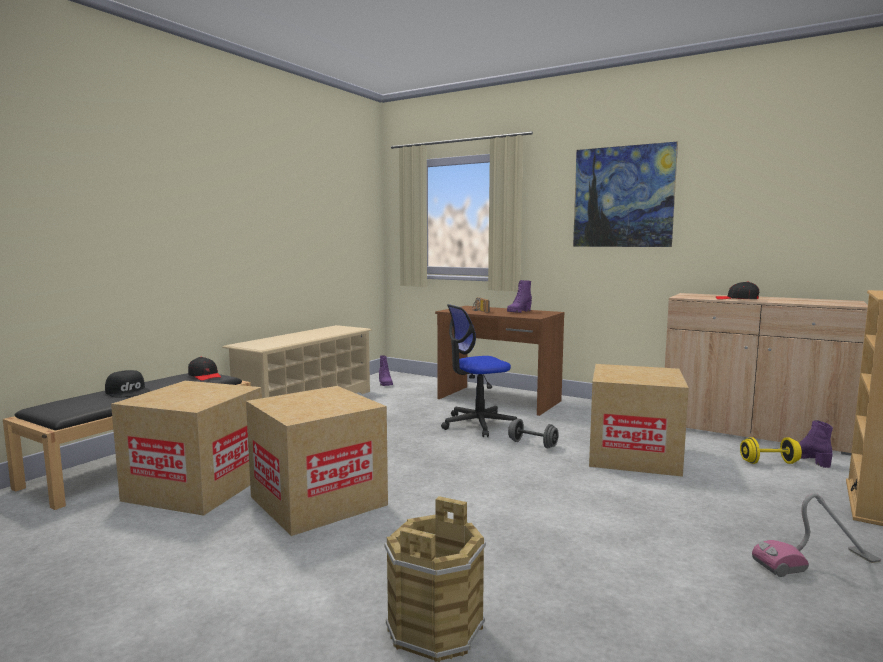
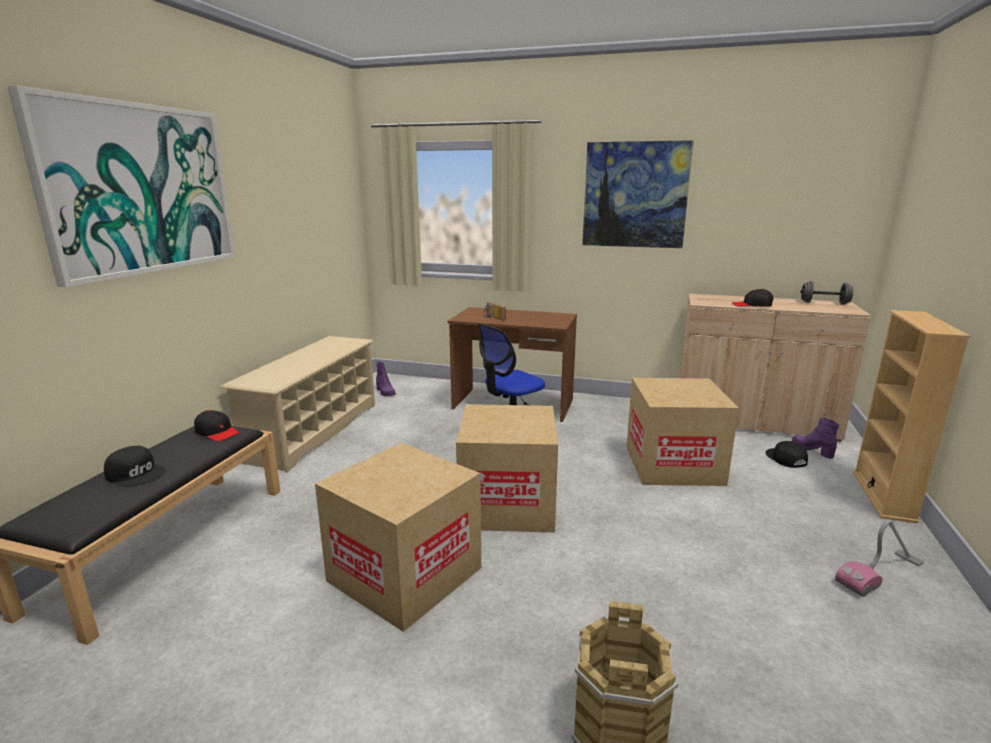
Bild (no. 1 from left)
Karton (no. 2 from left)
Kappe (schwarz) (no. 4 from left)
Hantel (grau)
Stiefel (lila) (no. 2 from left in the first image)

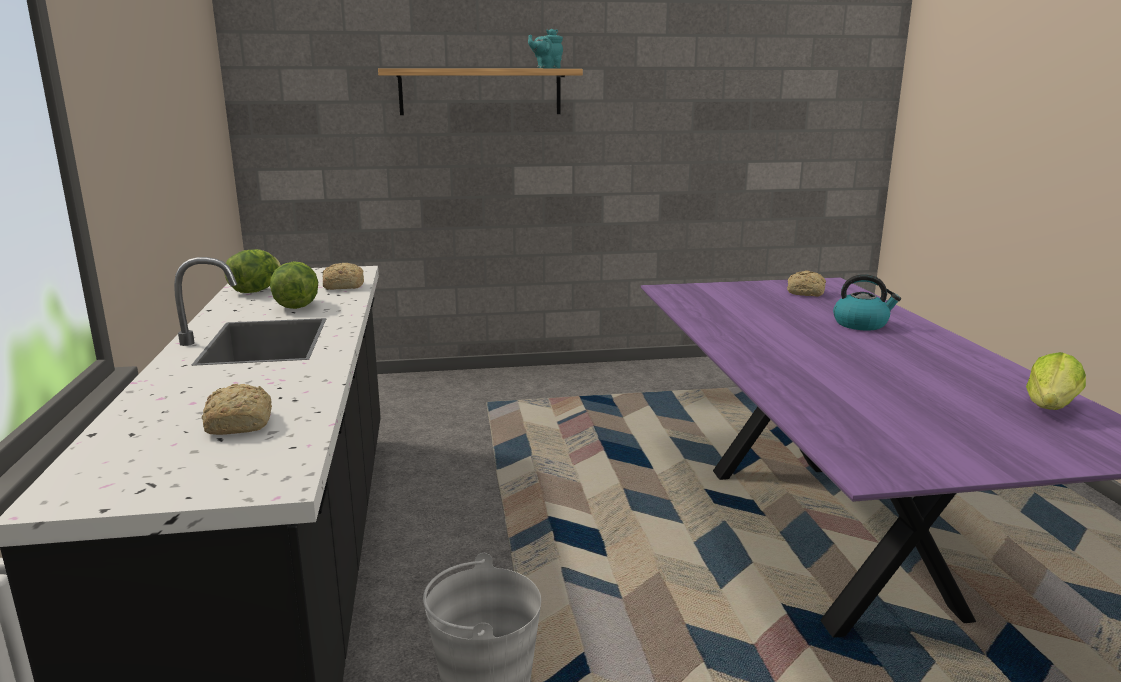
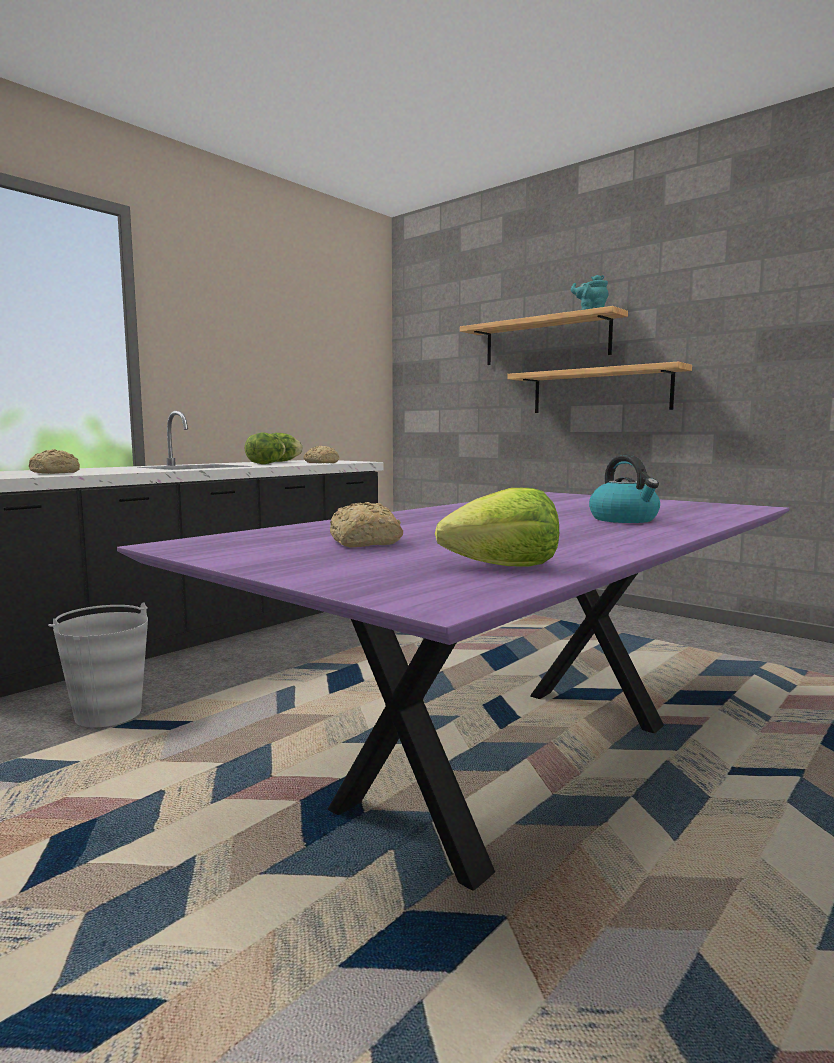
Brot (no. 3 from left)
Wandregal (no. 2 from left)

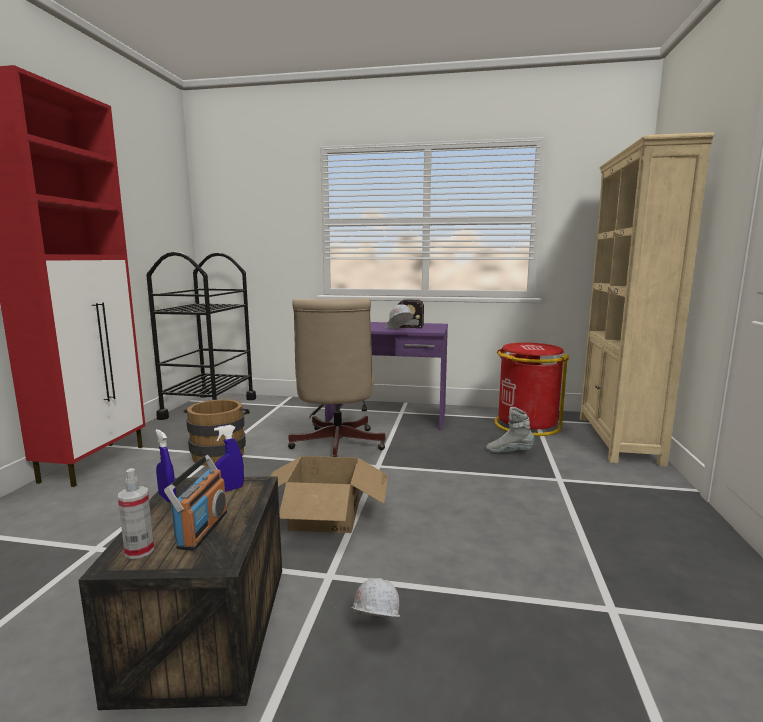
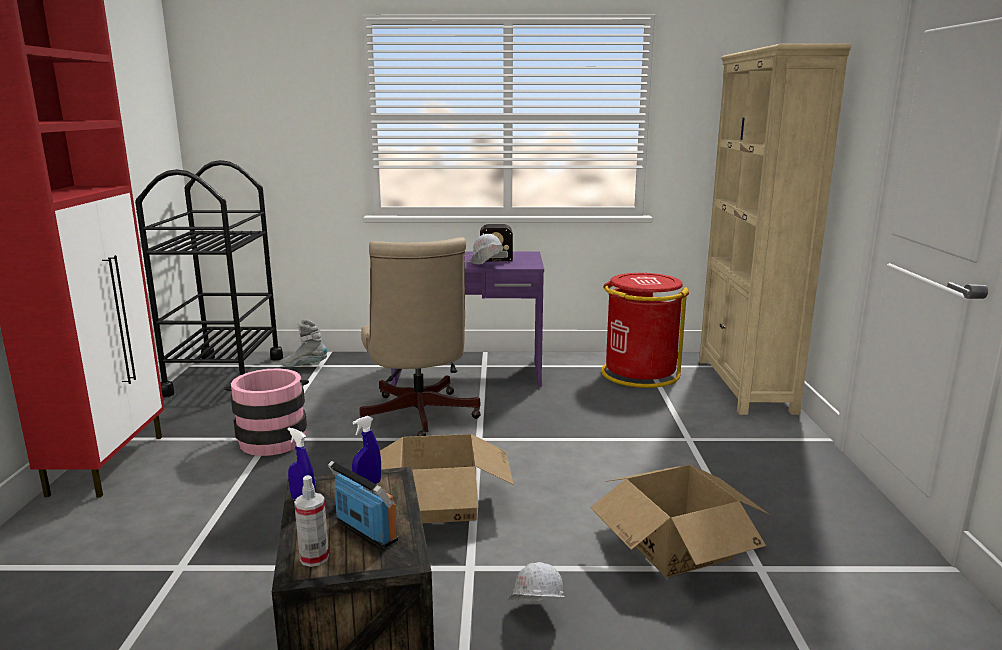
Eimer (rosa)
Stiefel (grau)
Radio (no. 1 from left)
Karton (no. 2 from left)

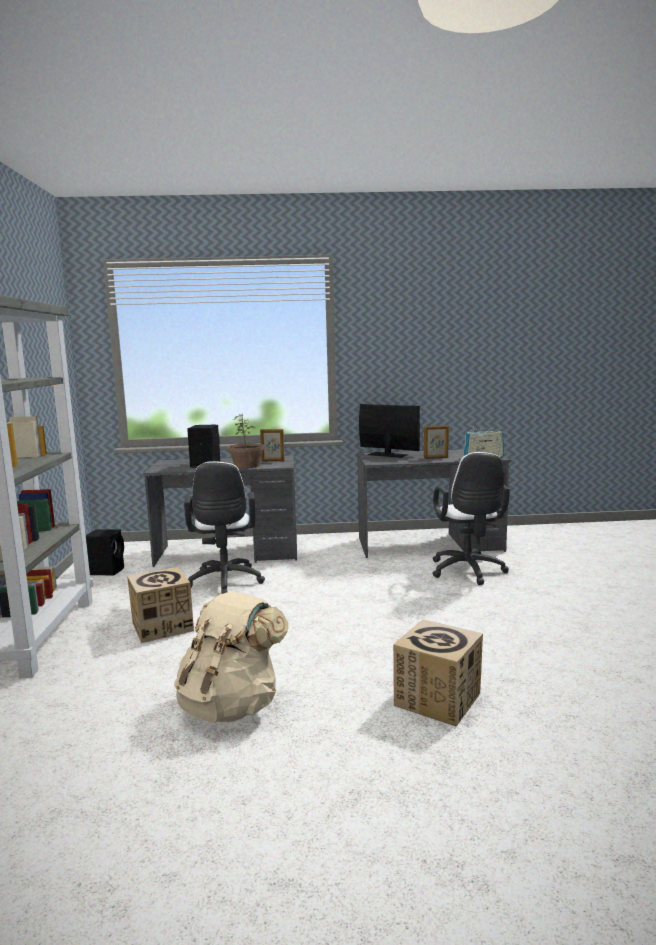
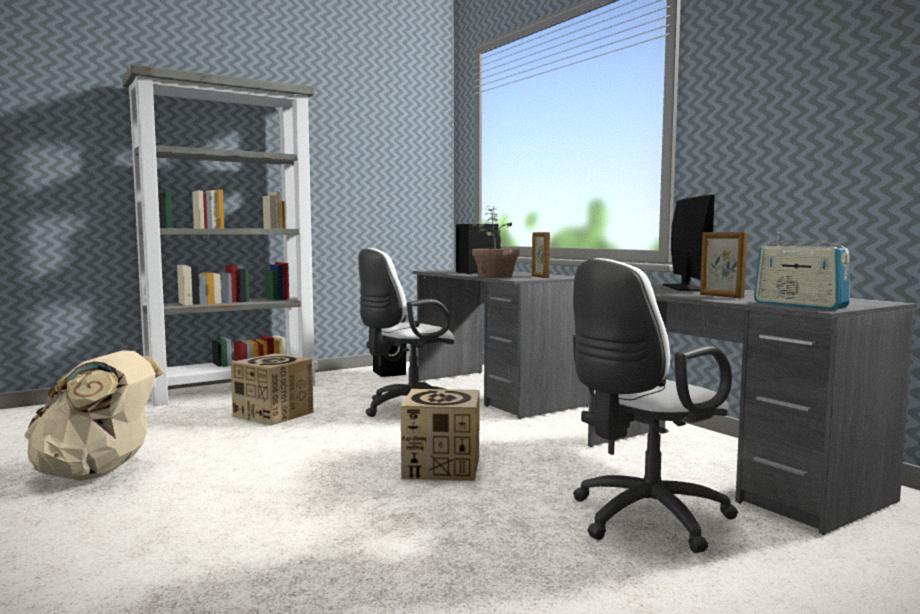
Karton (no. 2 from left)

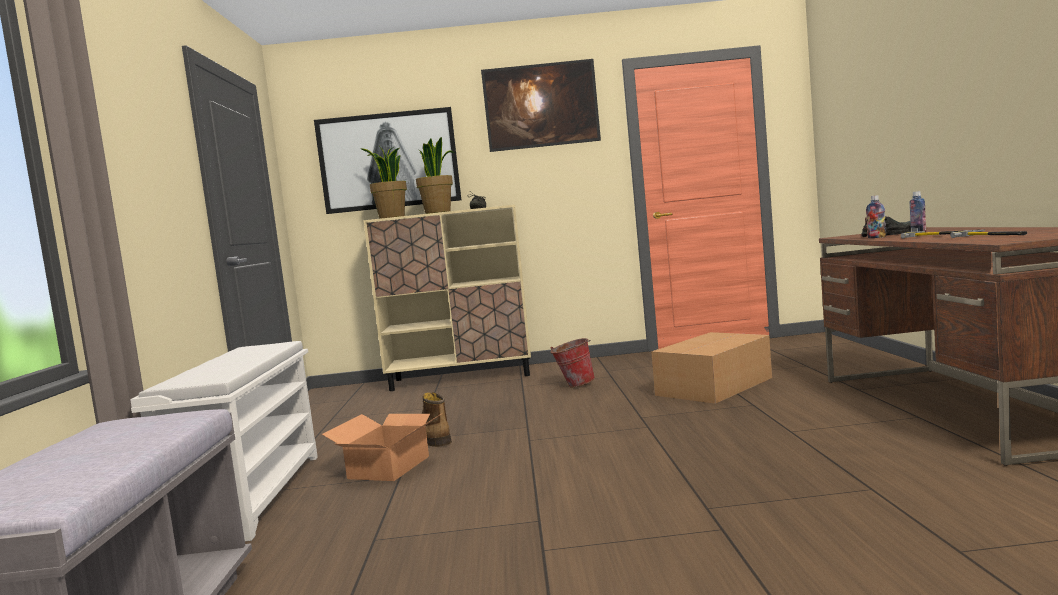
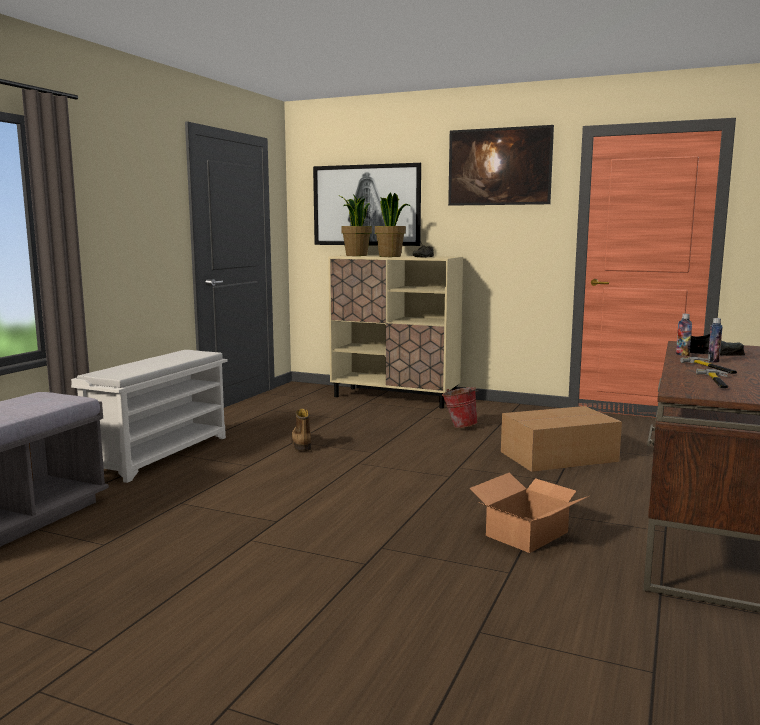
Karton (no. 1 from left)

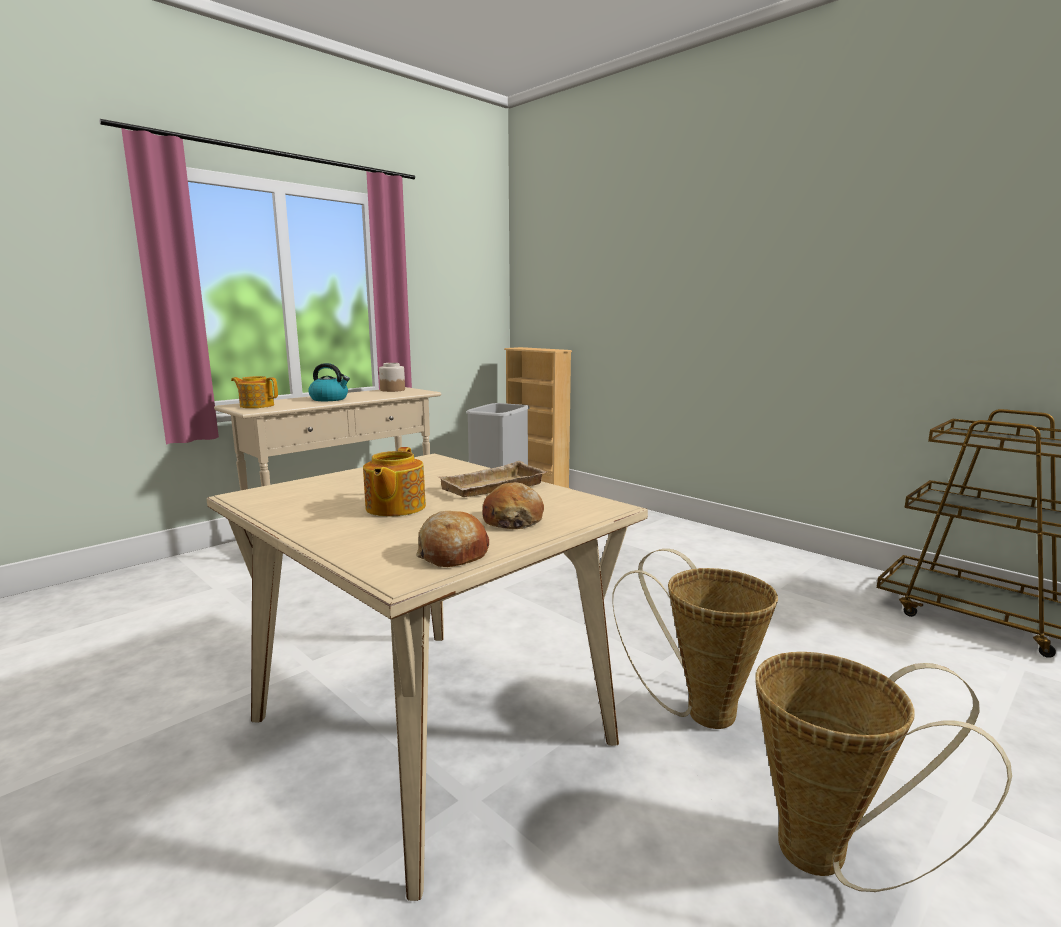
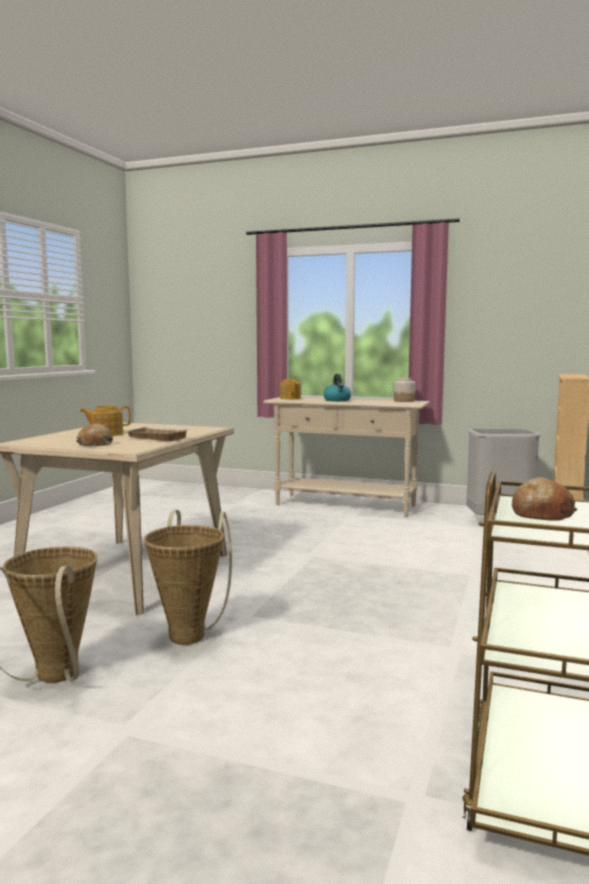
Brot (no. 2 from left)

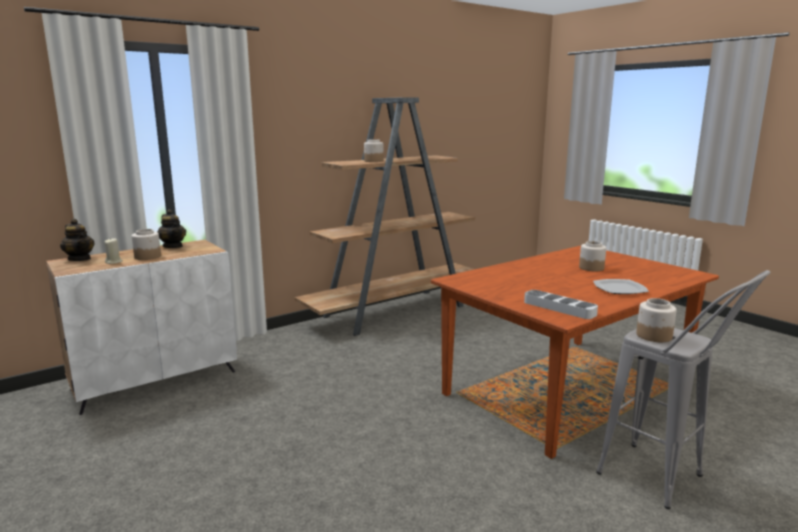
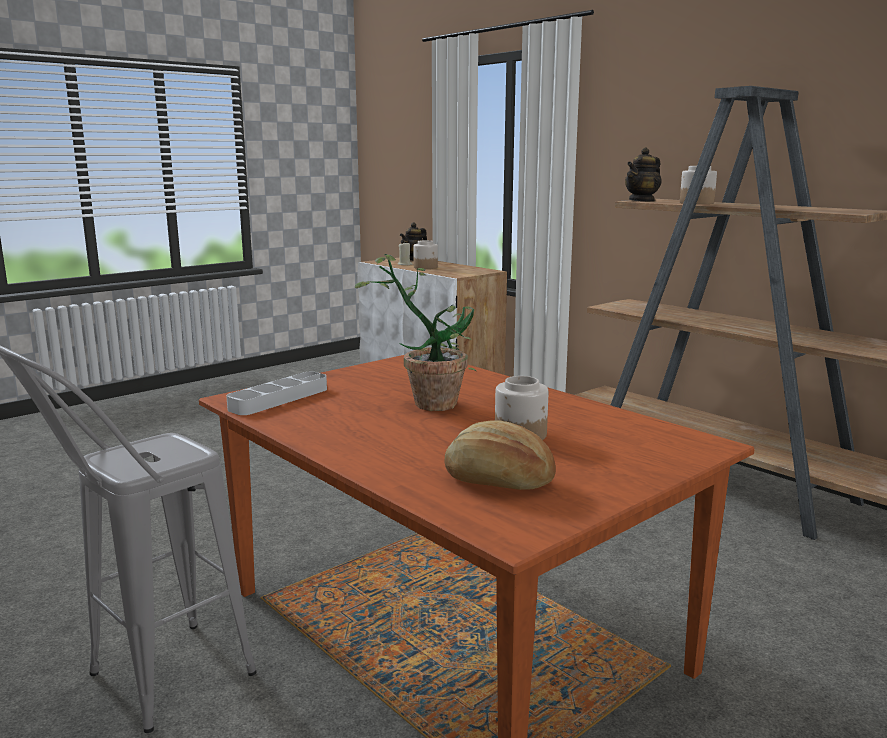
Topfpflanze
Brot
Teekanne (no. 2 from left)
Teller
Vorratsglas (no. 4 from left in the first image)

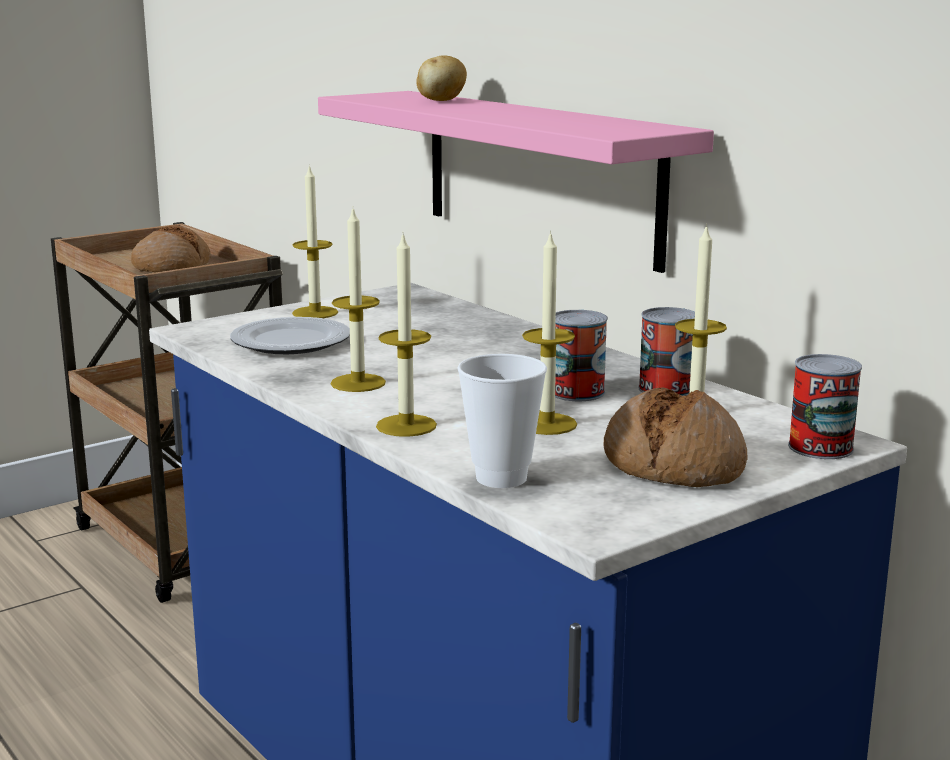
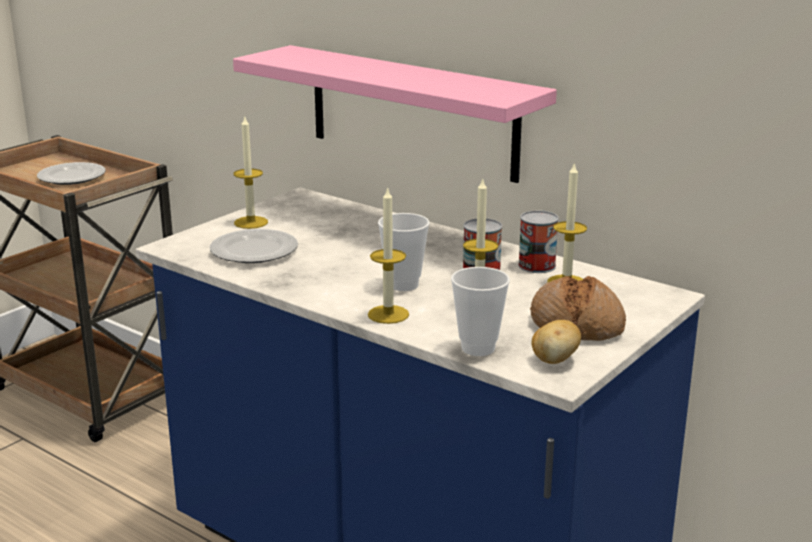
Teller (no. 1 from left)
Tasse (no. 1 from left)
Kartoffel
Kerze (no. 2 from left in the first image)
Dose (no. 3 from left in the first image)

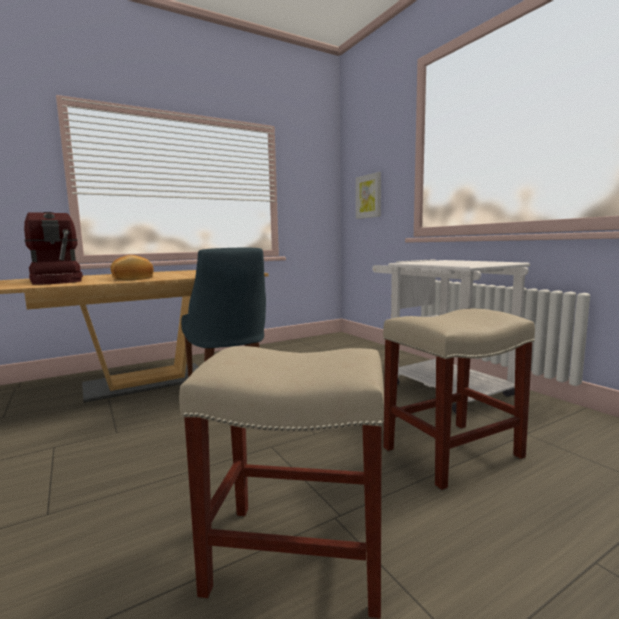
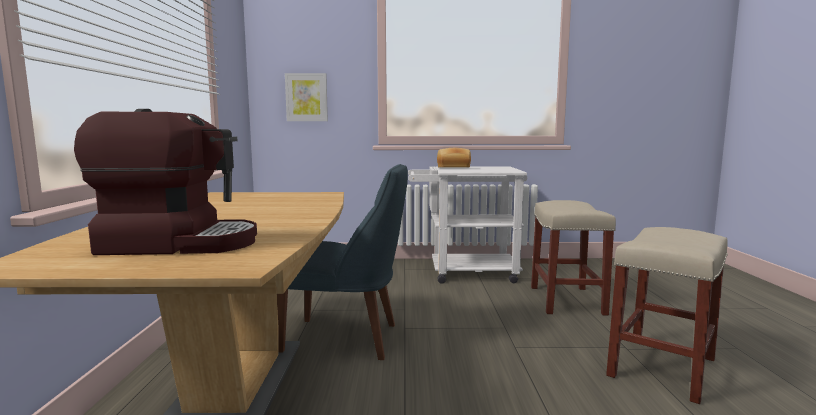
Brot

